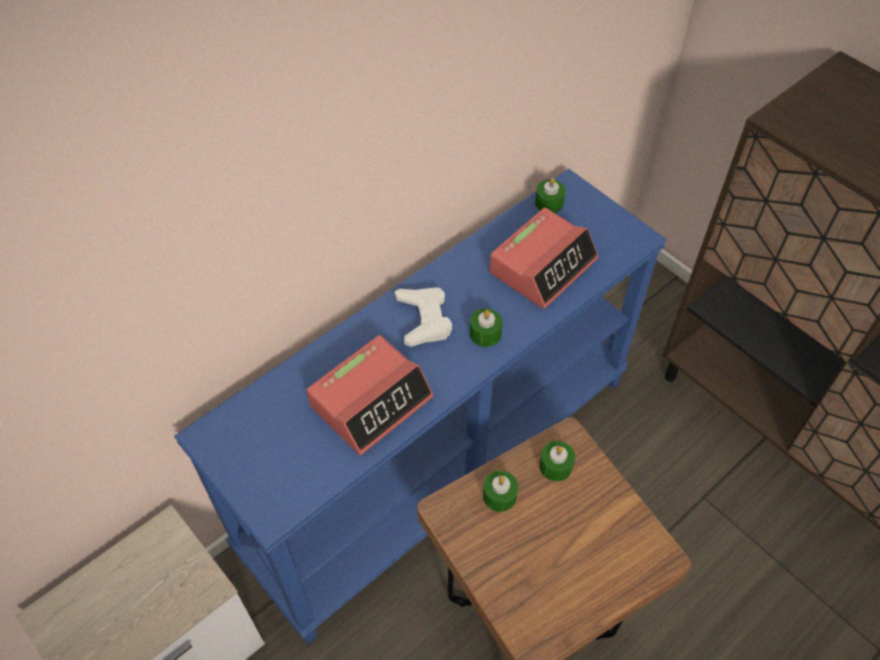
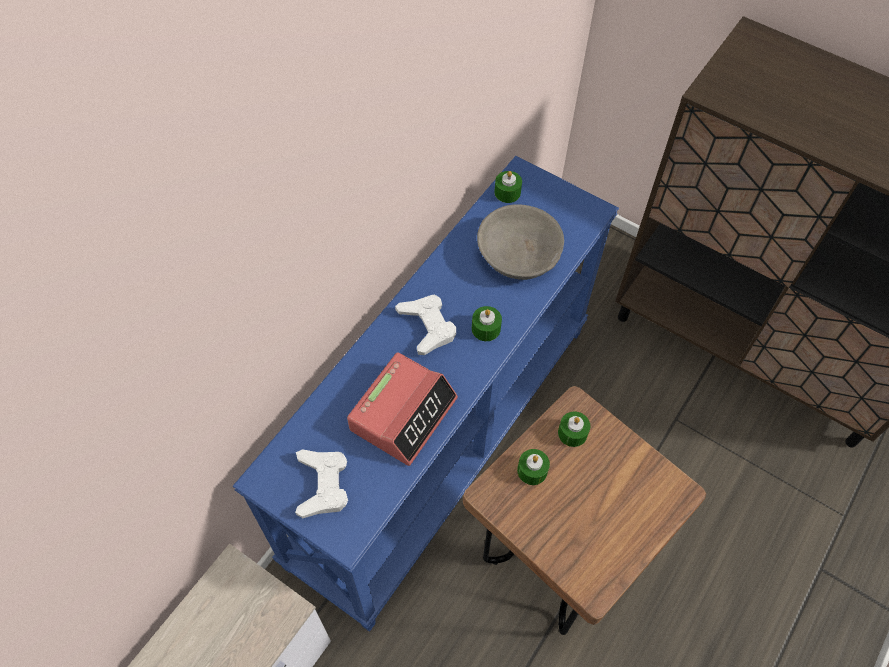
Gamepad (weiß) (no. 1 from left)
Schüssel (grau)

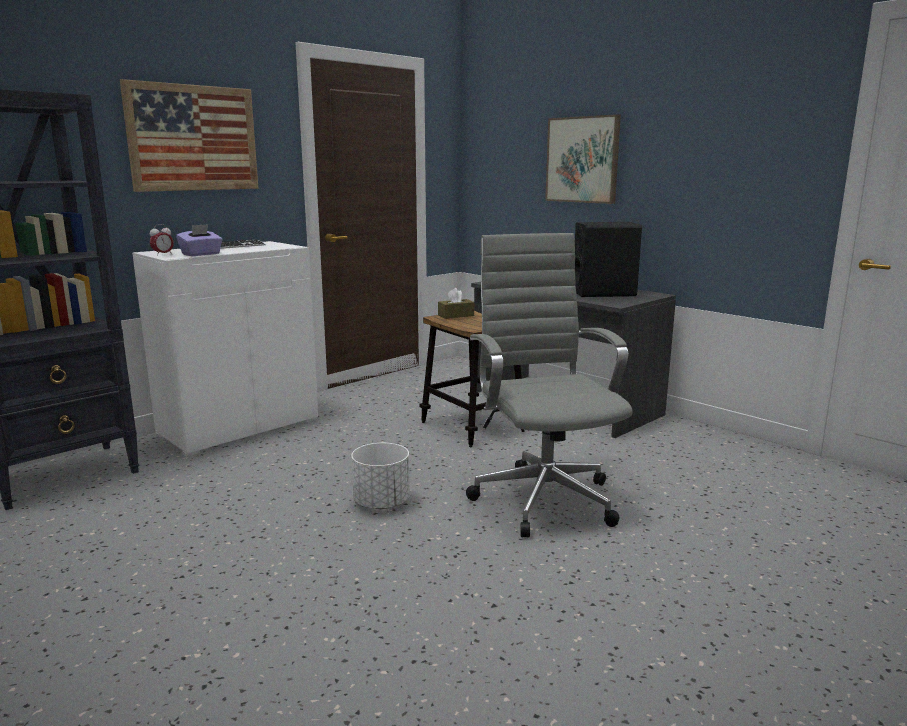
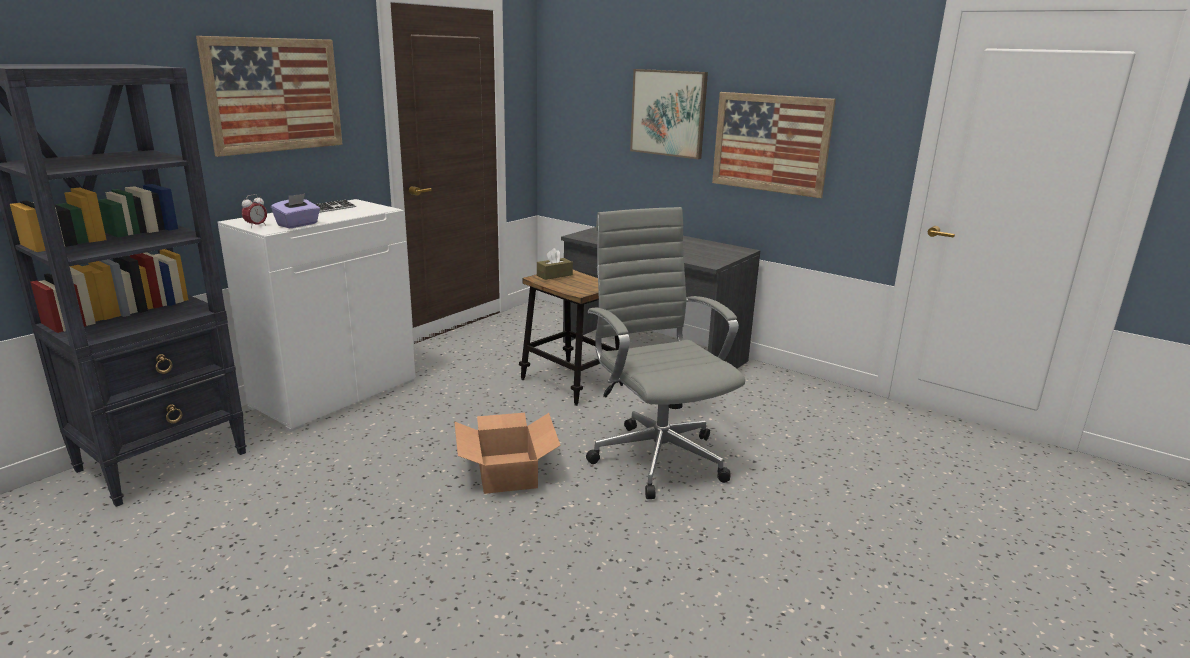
Karton
Bild (no. 3 from left)
Lautsprecher (schwarz)

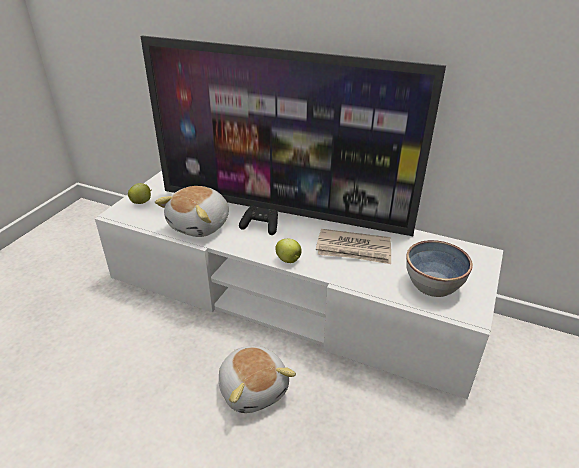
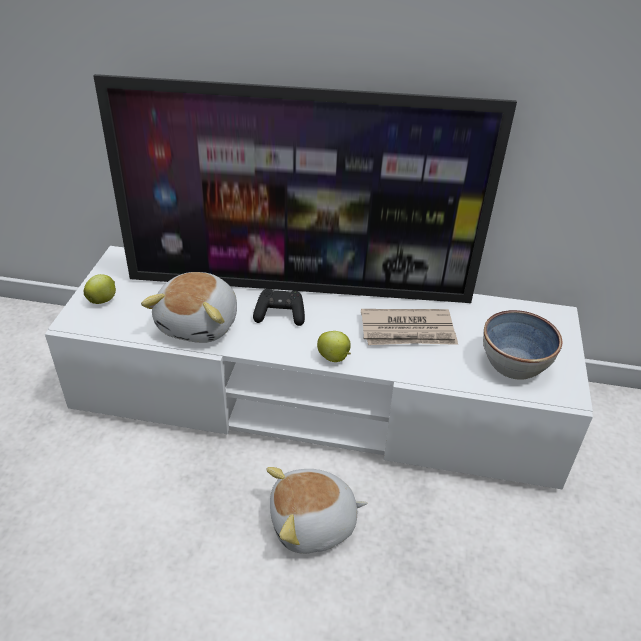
Plüschtier (no. 2 from left)

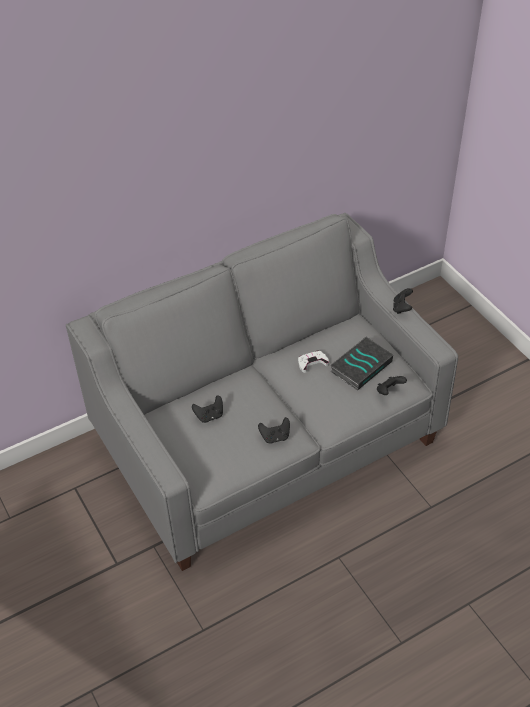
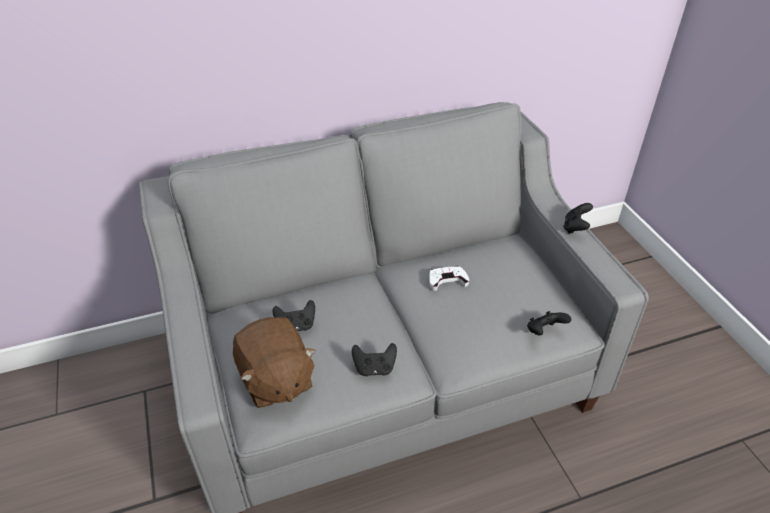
Plüschtier (braun)
Buch

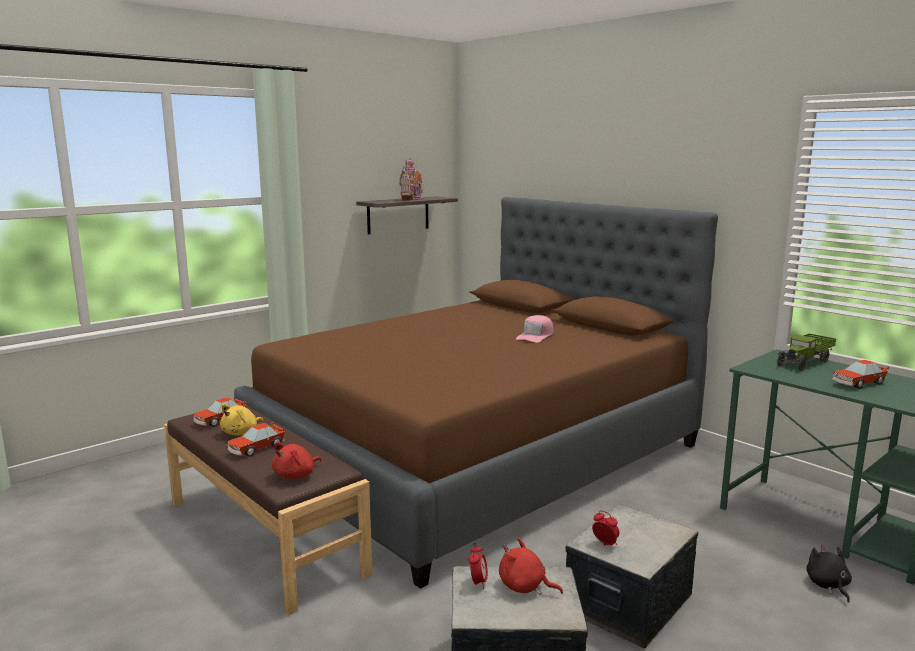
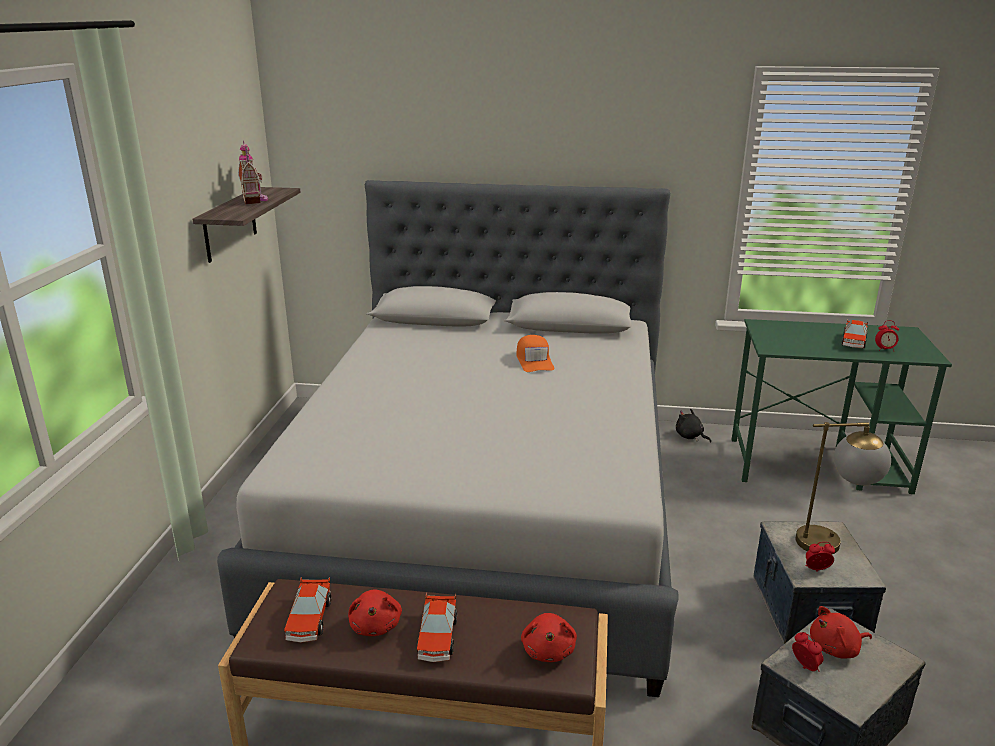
Bett (grau)
Plüschtier (rot) (no. 1 from left)
Kappe (orange)
Plüschtier (schwarz)
Tischlampe
Wecker (no. 3 from left)
Spielzeuglaster

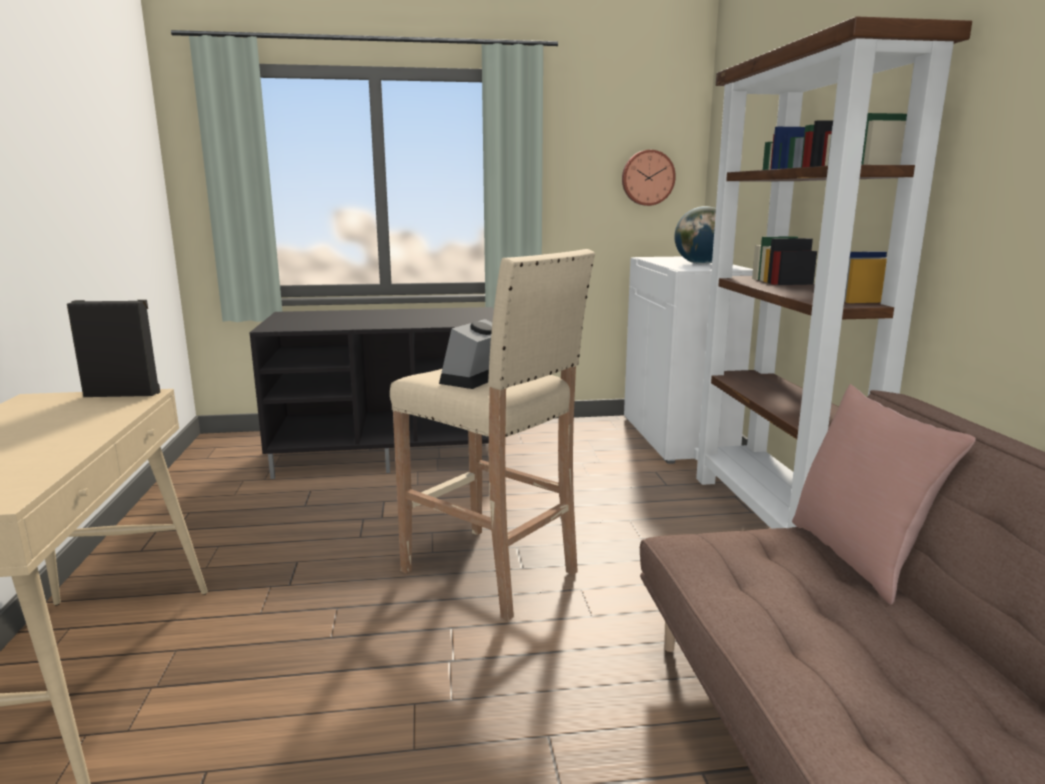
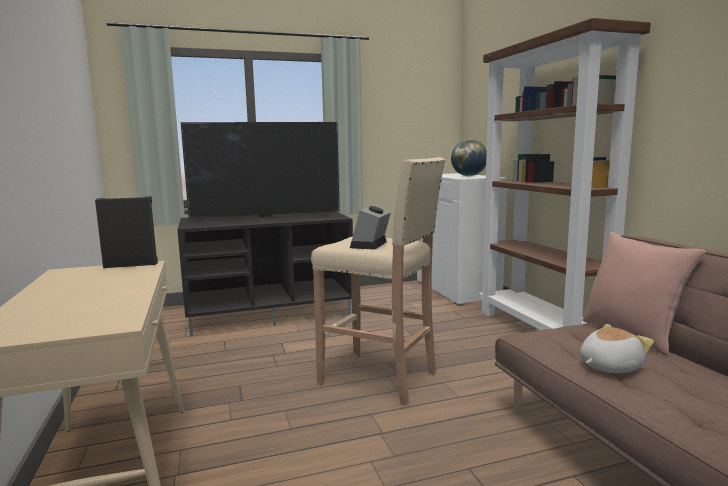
Fernseher
Plüschtier
Wanduhr

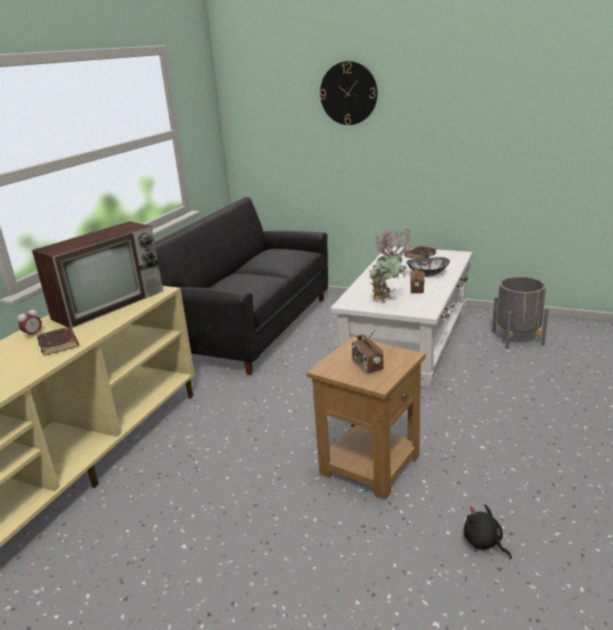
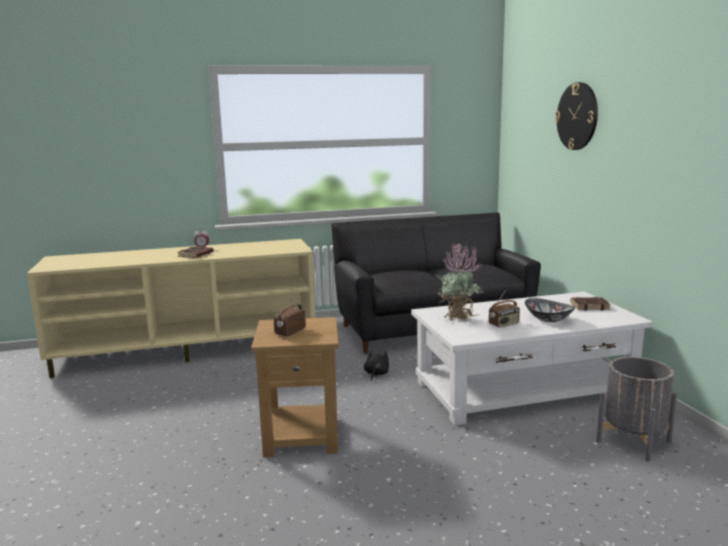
Plüschtier (schwarz)
Fernseher

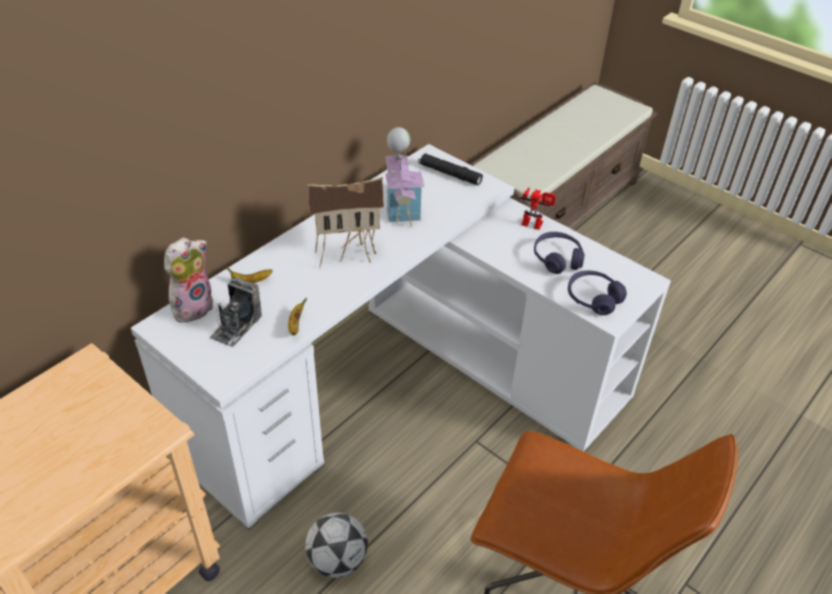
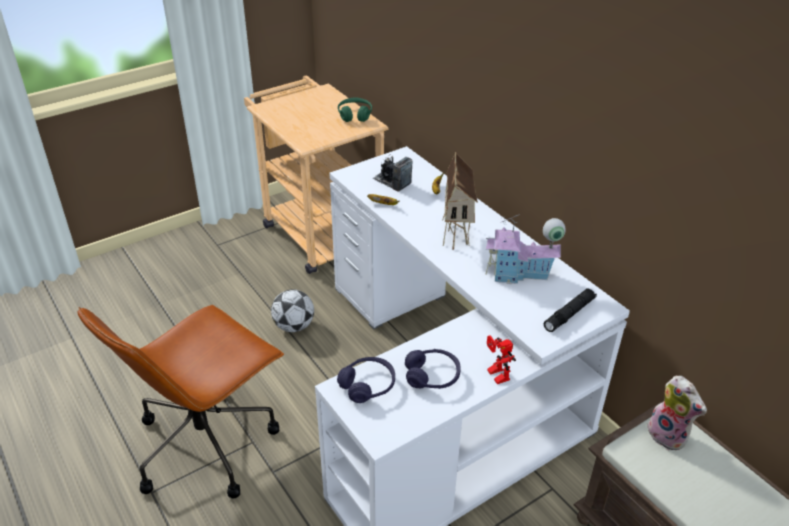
Kopfhörer (grün)
Spielzeugroboter
Plüschtier

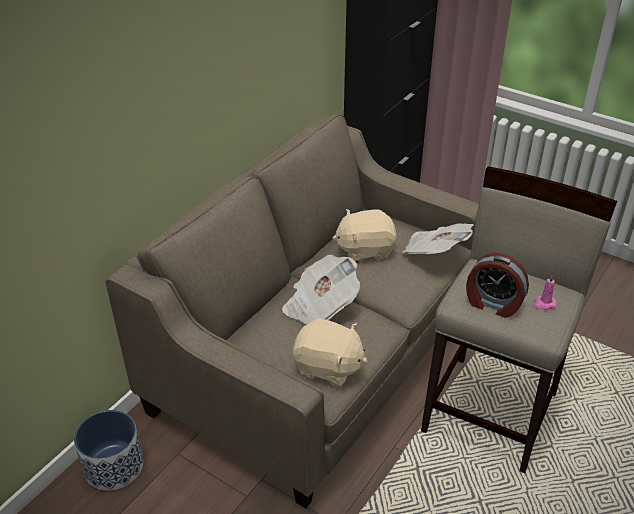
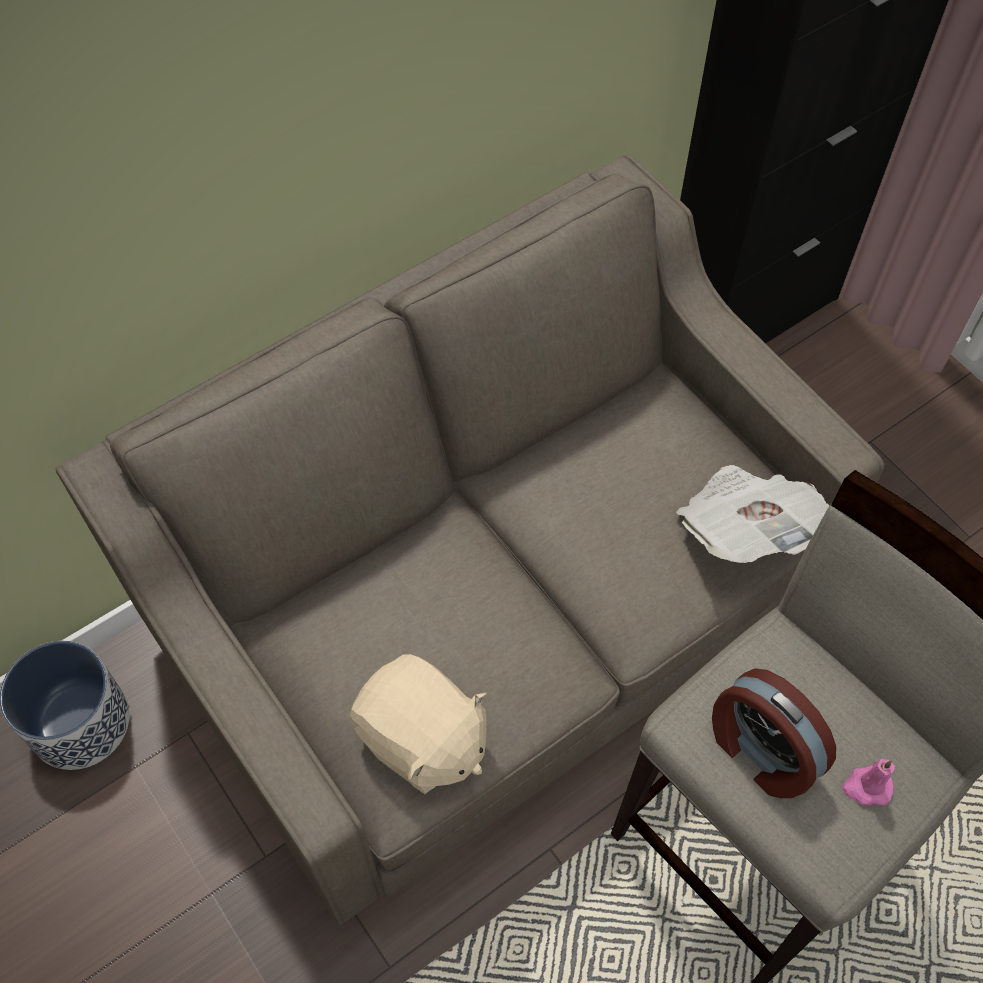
Zeitung (no. 1 from left in the first image)
Plüschtier (beige) (no. 2 from left in the first image)

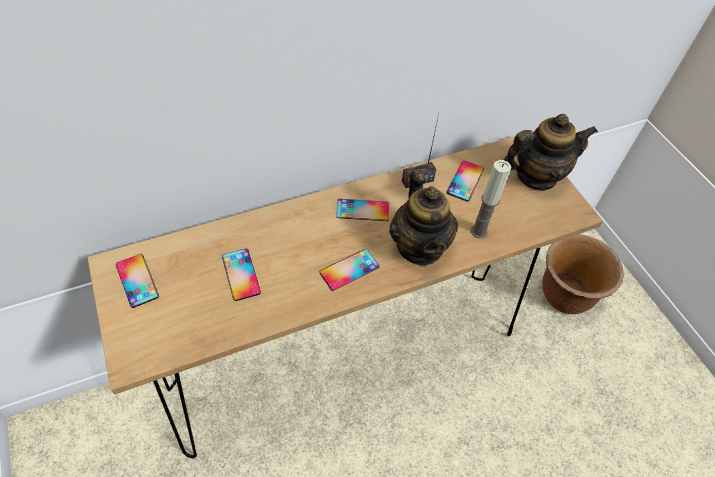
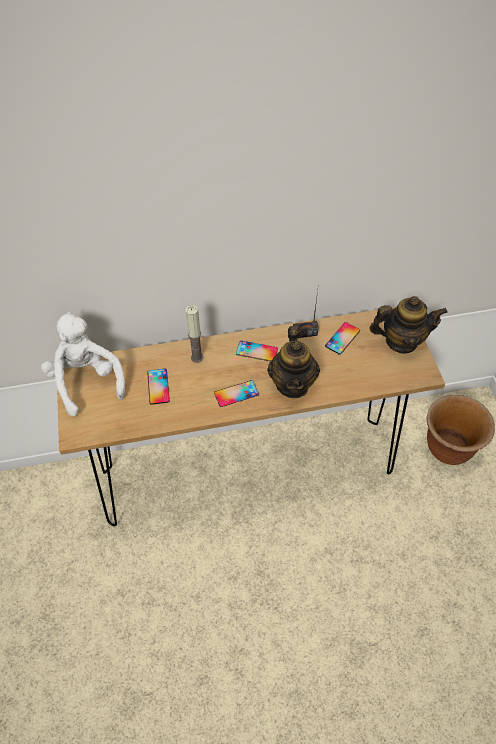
Plüschtier (weiß)
Kerze

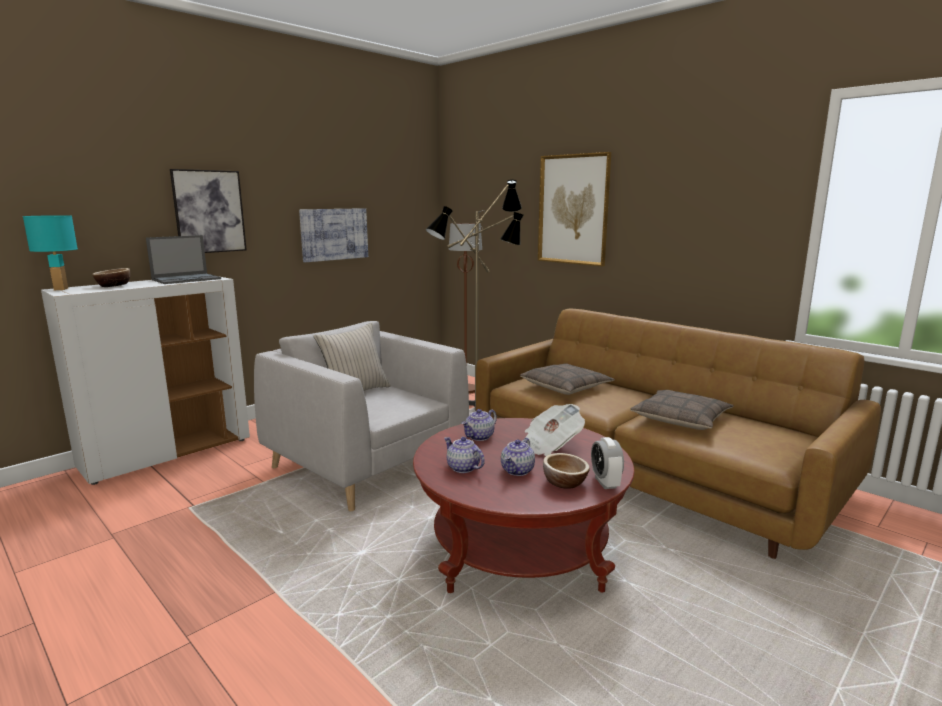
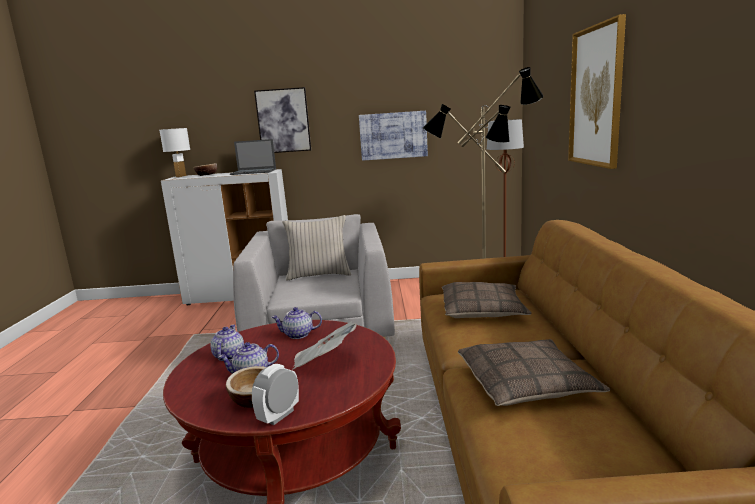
Tischlampe (weiß)

